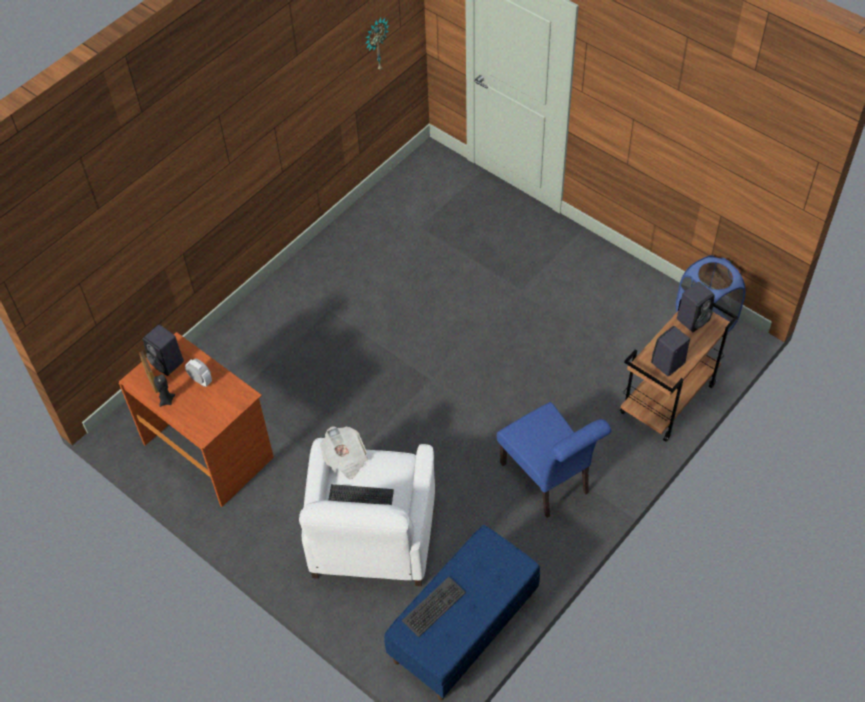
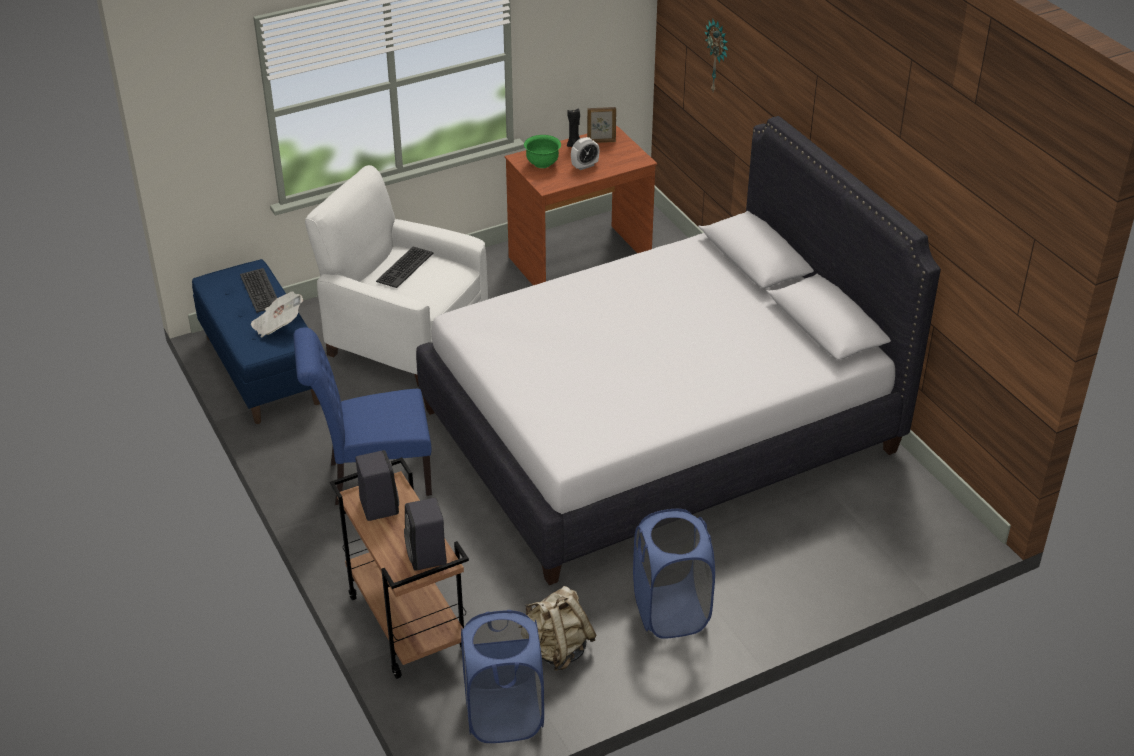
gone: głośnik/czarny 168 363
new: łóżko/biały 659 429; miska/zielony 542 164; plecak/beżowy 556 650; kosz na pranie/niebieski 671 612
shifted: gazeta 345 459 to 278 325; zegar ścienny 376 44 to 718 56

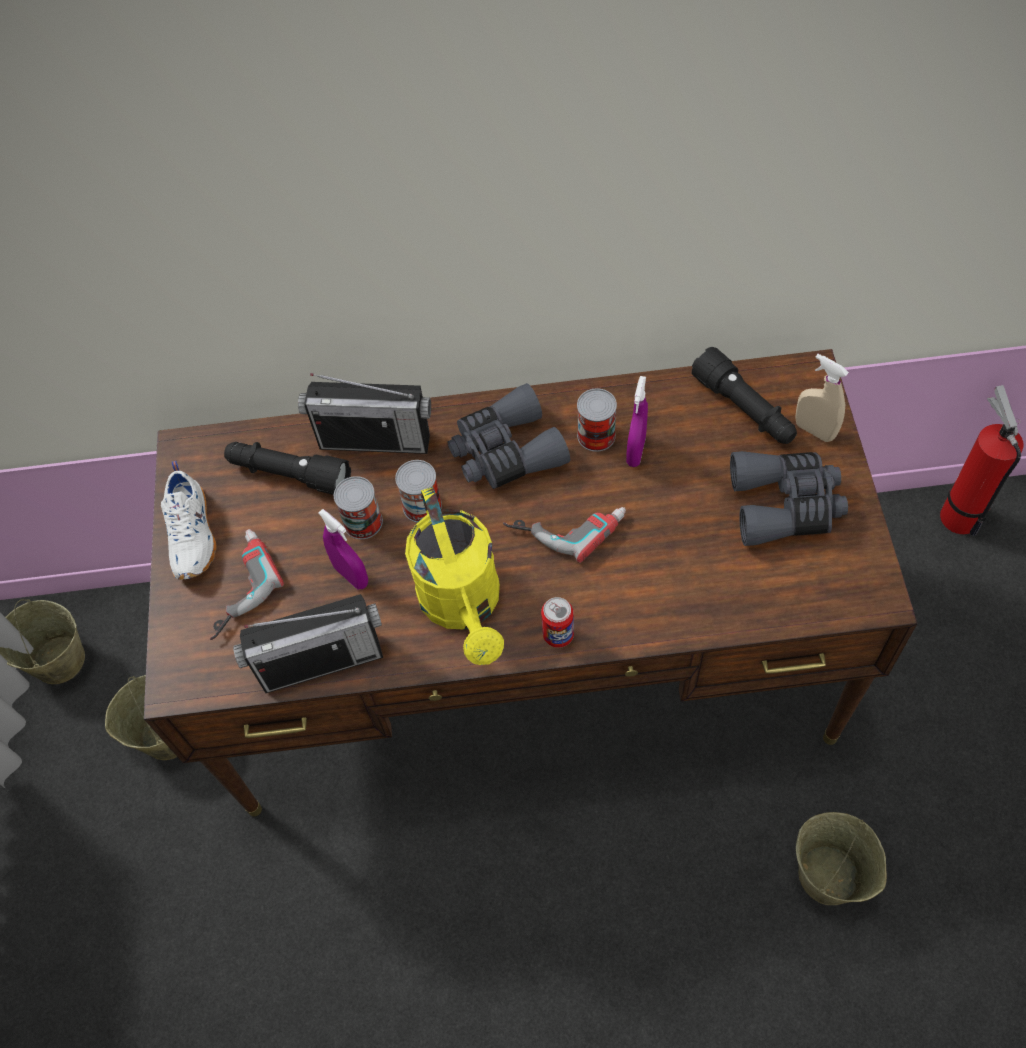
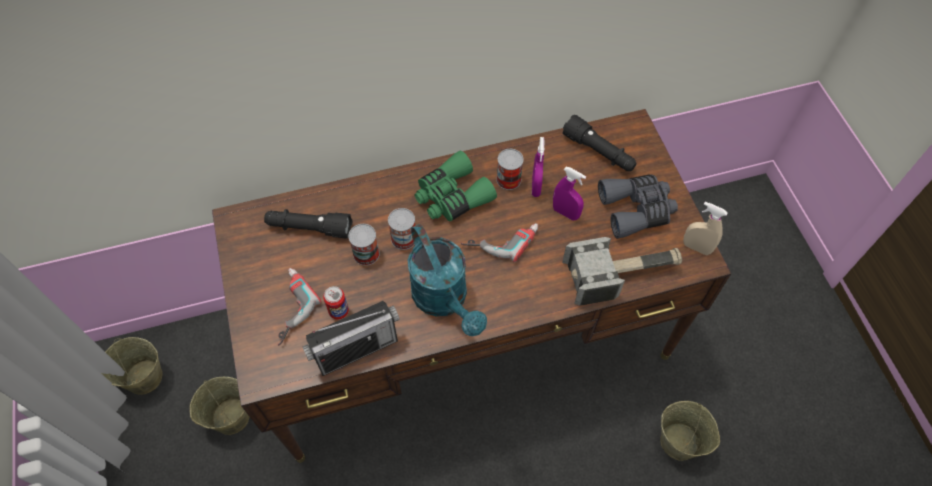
gone: but/biały 193 534; radio 375 440; gaśnica 958 512
new: młotek 622 274
shifted: spryskiwacz/fioletowy 351 575 to 565 213; puszka 558 635 to 338 311; spryskiwacz/beżowy 814 430 to 696 247
repainted: konewka/żółty 464 606 to konewka/turkusowy 445 300; lornetka/szary 505 451 to lornetka/zielony 452 196

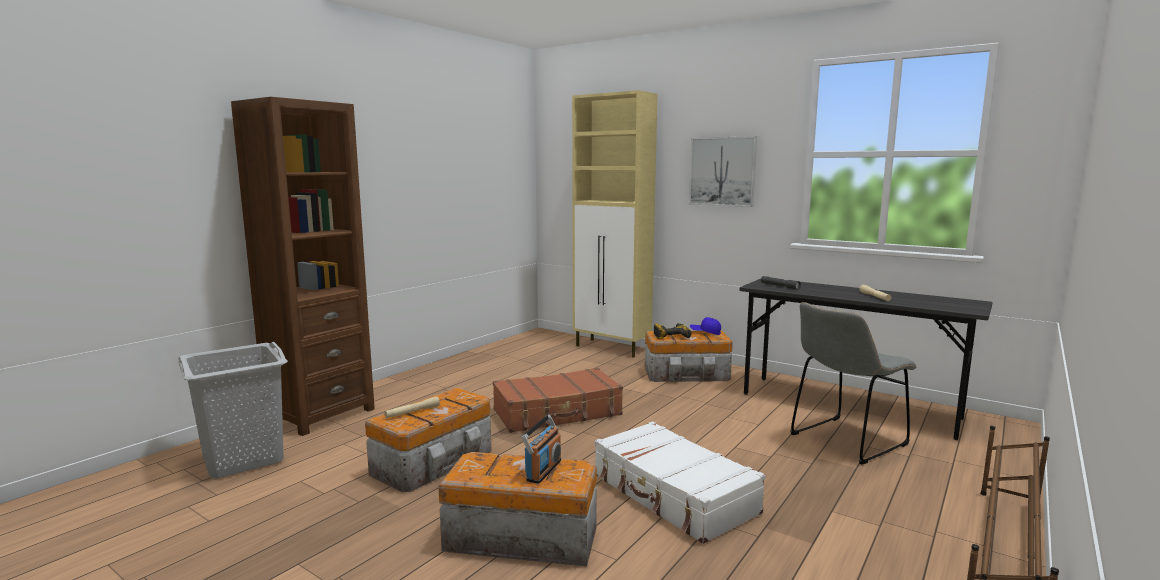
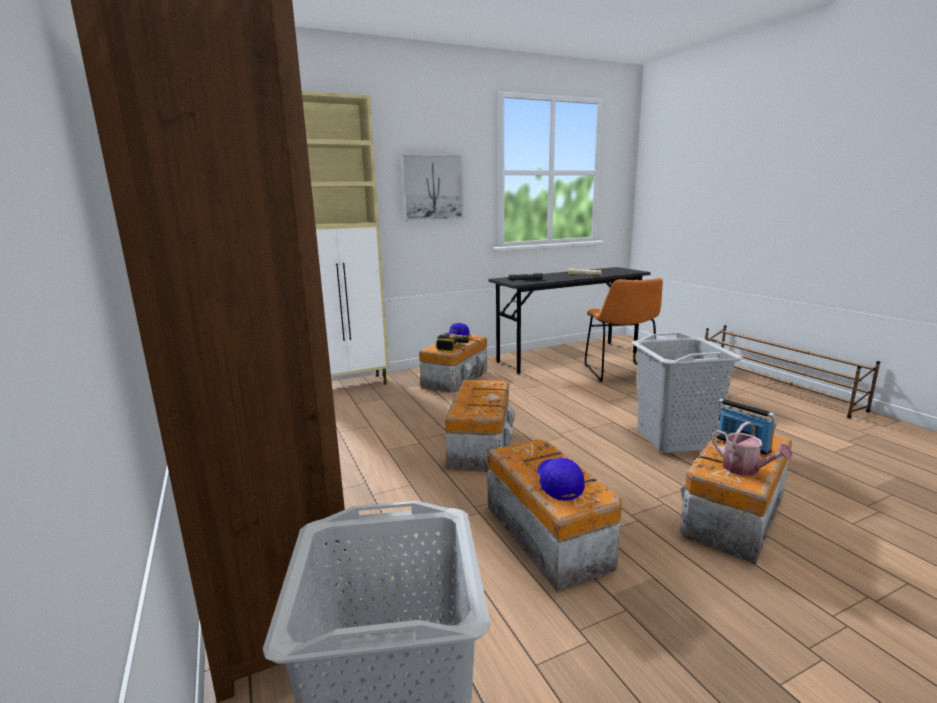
new: konewka 745 469
swapped: latarka/beżowy 412 412 to czapka z daszkiem/niebieski 558 485; walizka/brązowy 558 413 to pojemnik do przechowywania 481 444; walizka/biały 673 494 to kosz na pranie/szary 675 439
repainted: krzesło/szary 844 441 to krzesło/pomarańczowy 620 373

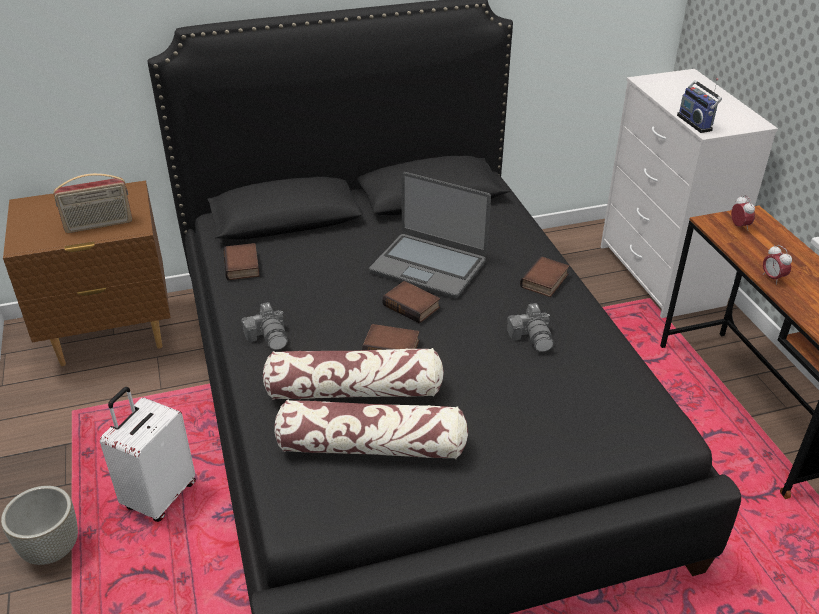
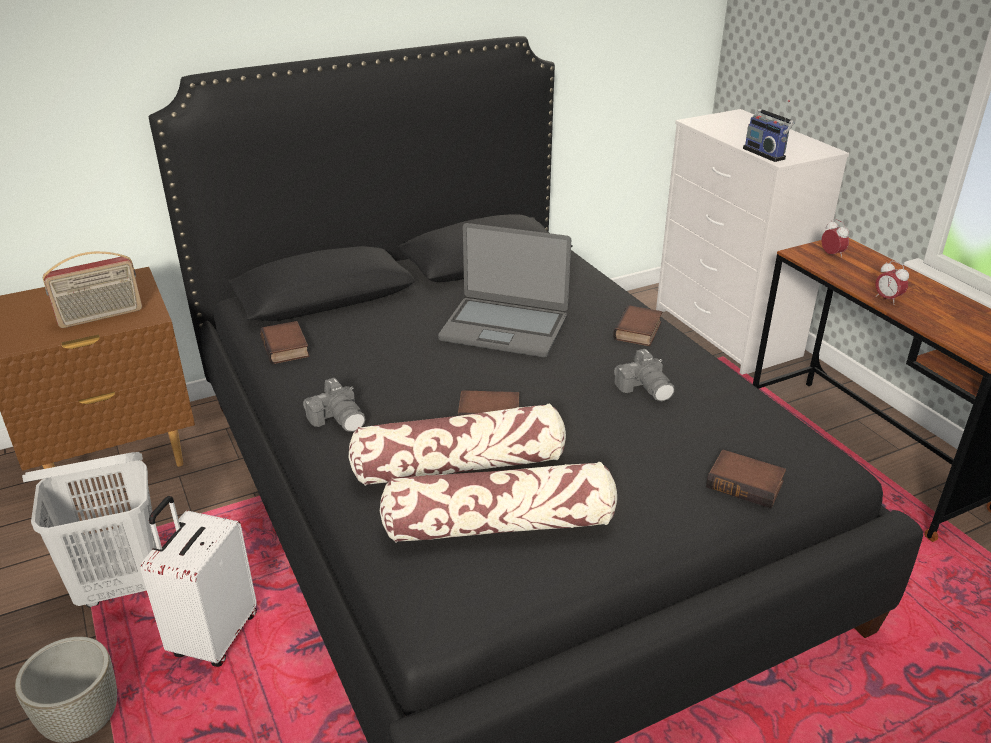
new: kosz na pranie/biały 122 585
shifted: książka 413 306 to 746 483

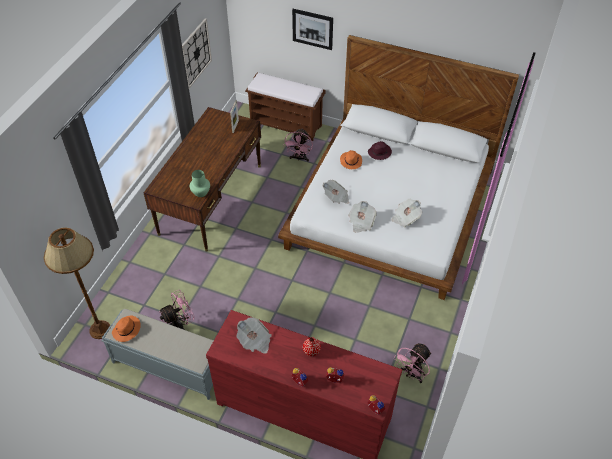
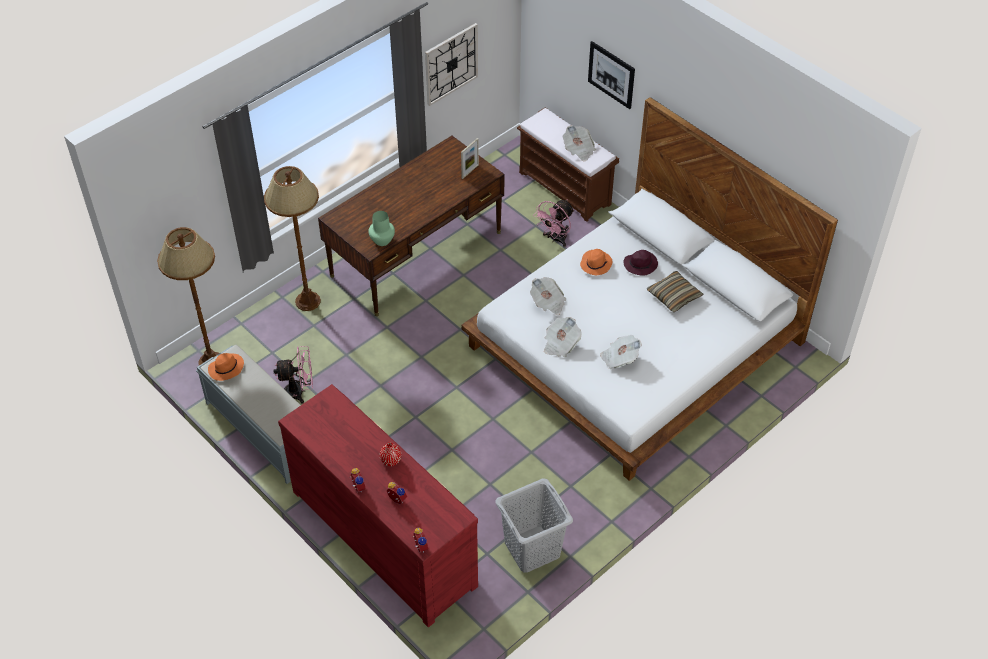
new: lampa stojąca/brązowy 308 301; poduszka 674 296
shifted: gazeta 255 341 to 578 150
swapped: wentylator/różowy 411 374 to kosz na pranie/szary 532 549

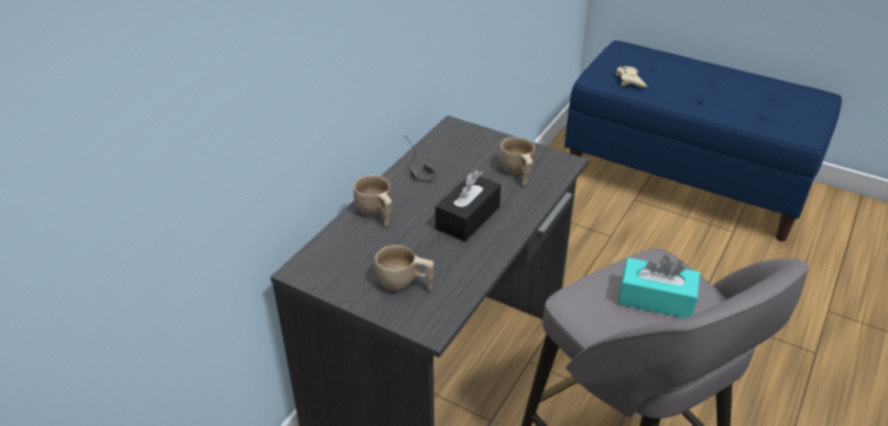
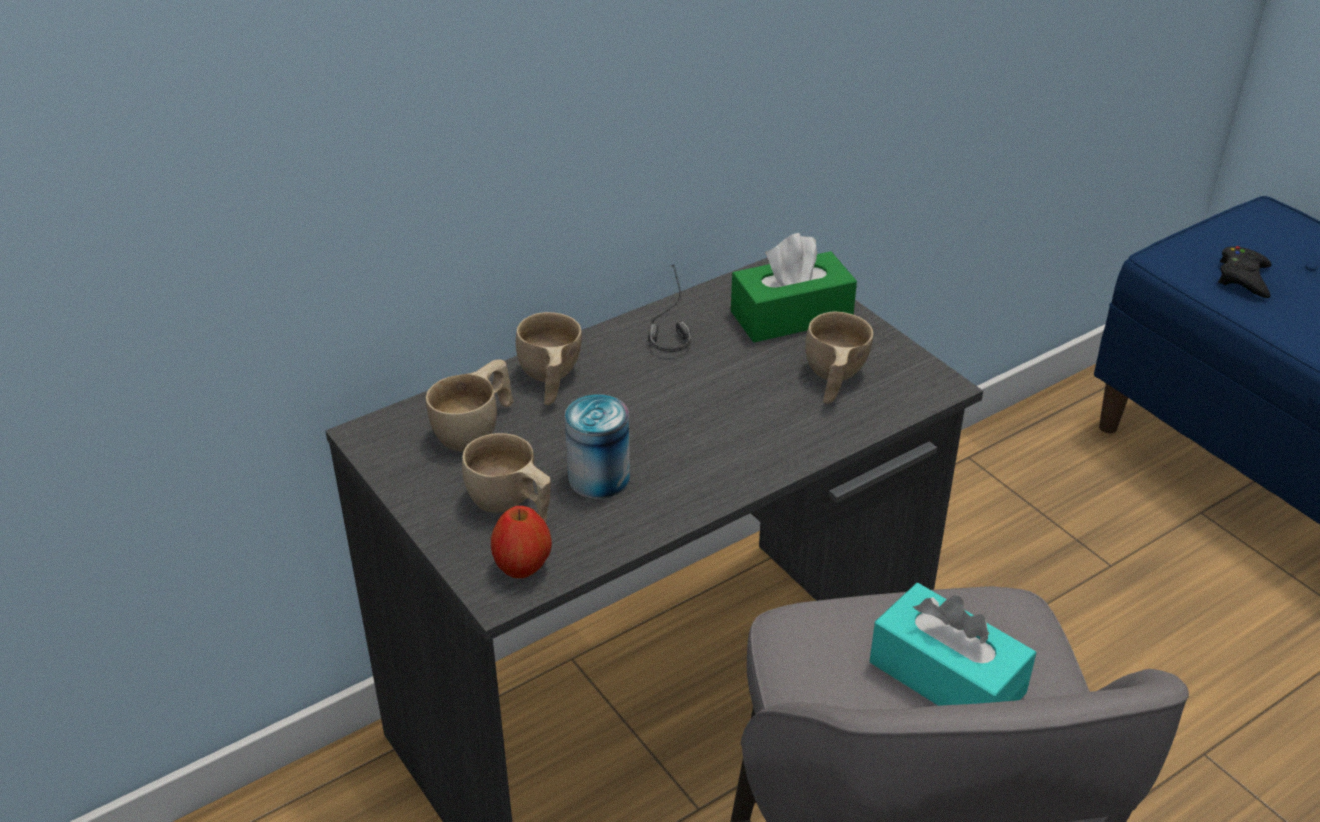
gone: pudełko chusteczek/czarny 468 218
new: filiżanka/beżowy 477 429; jabłko 522 567; puszka 599 478; pudełko chusteczek/zielony 791 316
repainted: pad do gier/beżowy 630 80 to pad do gier/czarny 1243 278

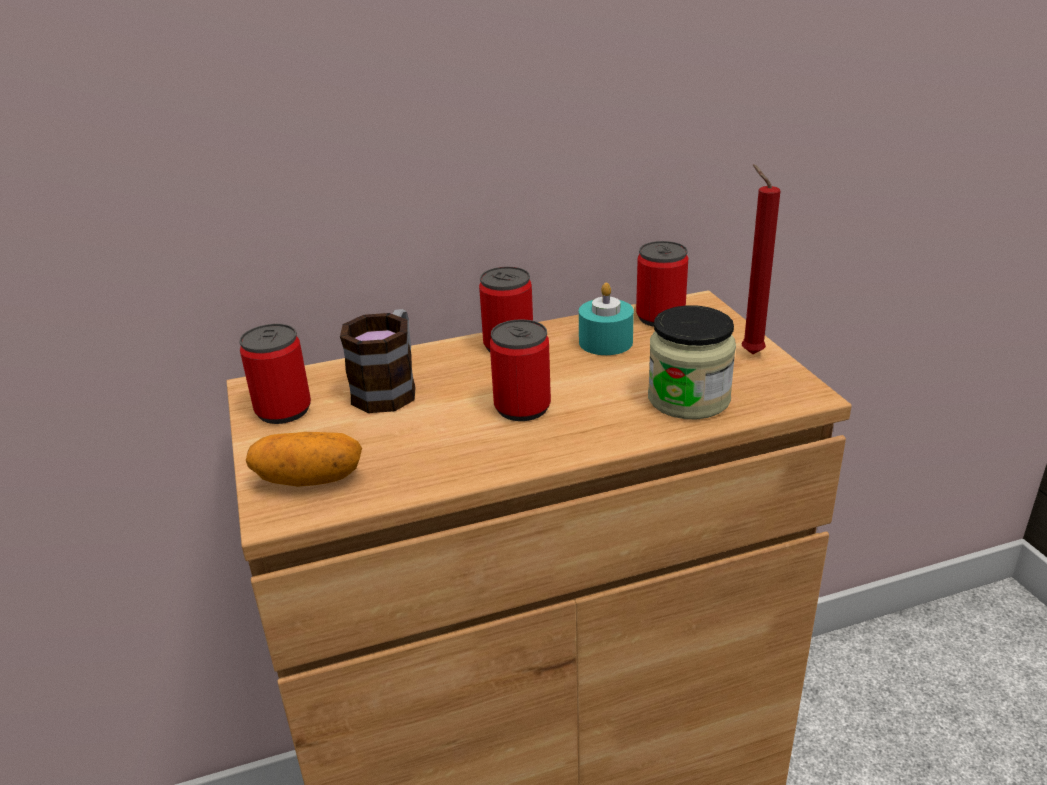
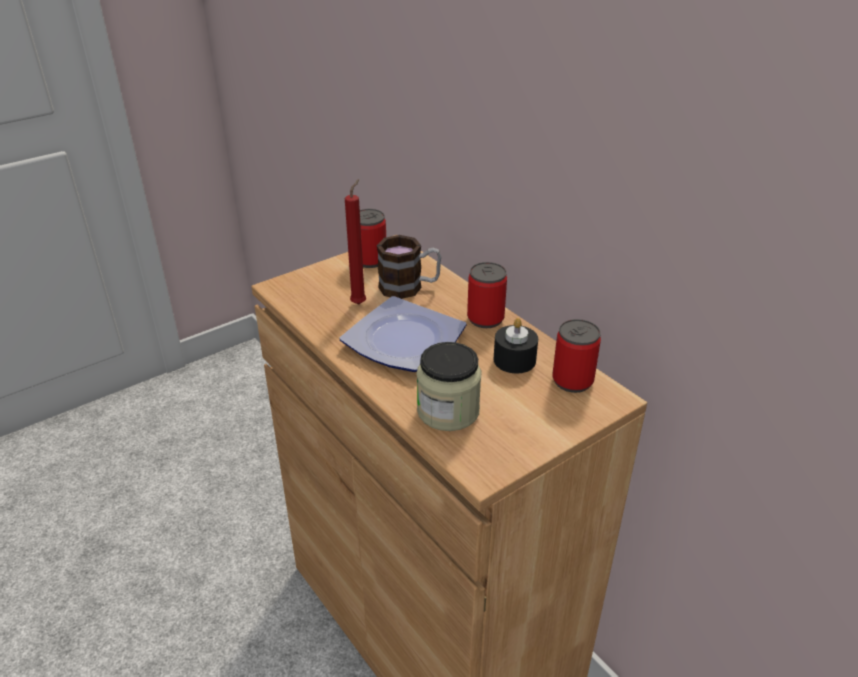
gone: ziemniak 309 479
shifted: świeca/czerwony 749 352 to 360 303
swapped: puszka 522 407 to talerz 406 340
repainted: świeca/turkusowy 605 342 to świeca/czarny 514 360

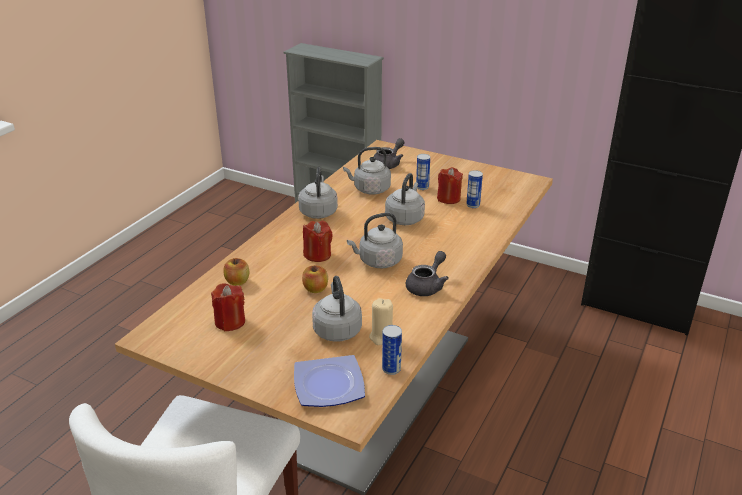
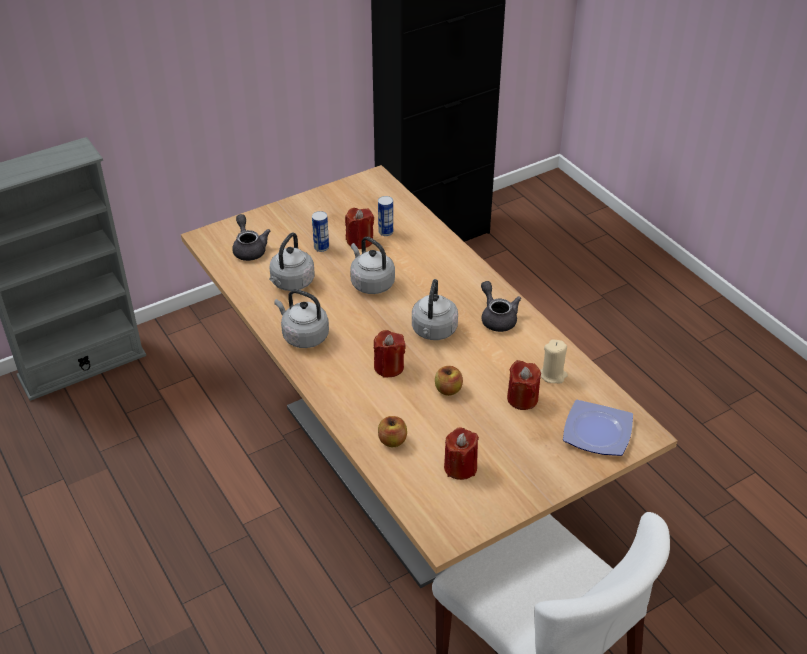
gone: puszka 391 369
swapped: czajnik/szary 337 329 to świeca/czerwony 522 398

